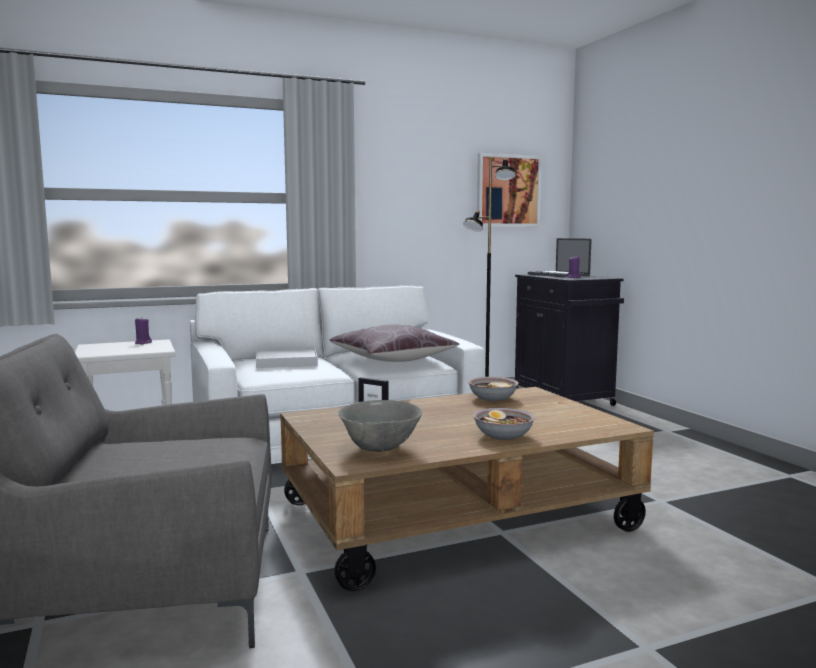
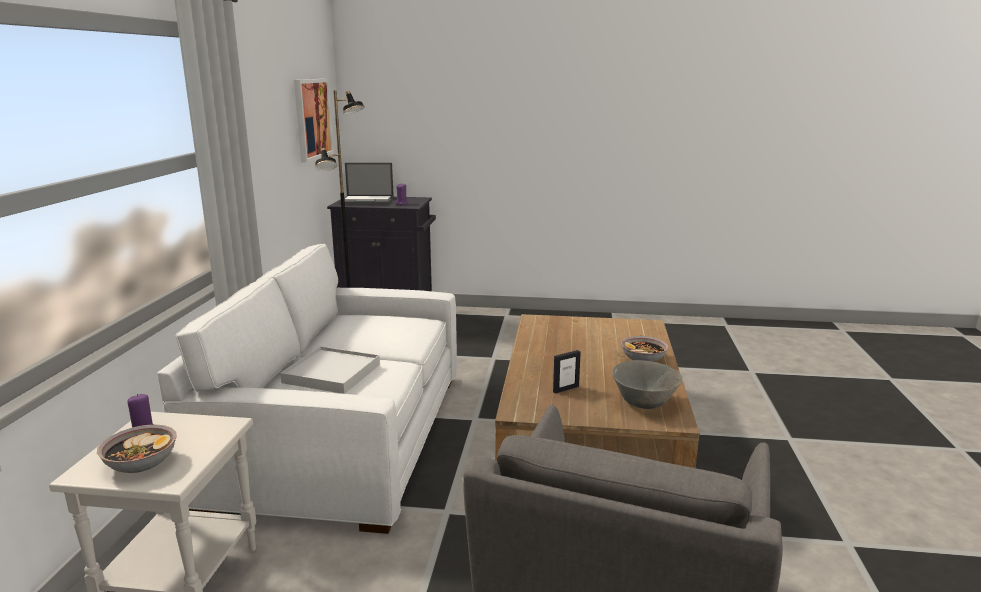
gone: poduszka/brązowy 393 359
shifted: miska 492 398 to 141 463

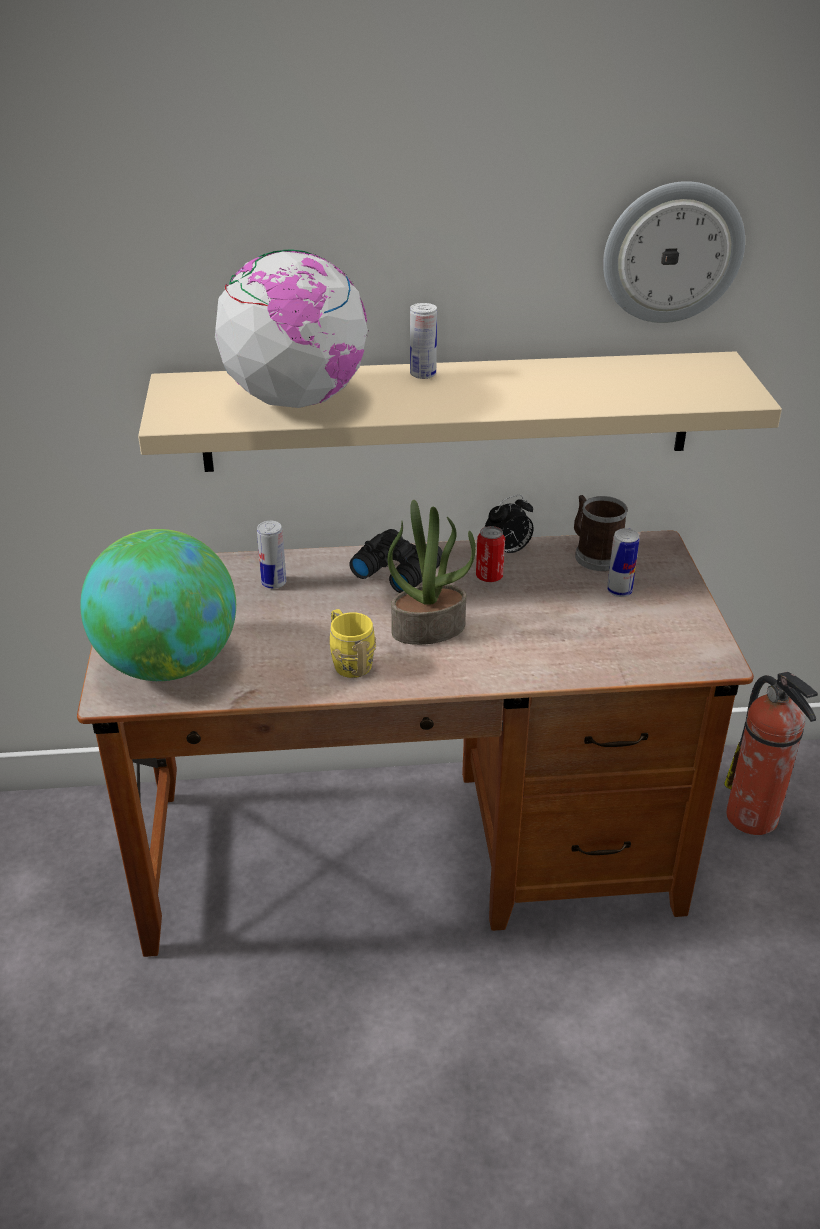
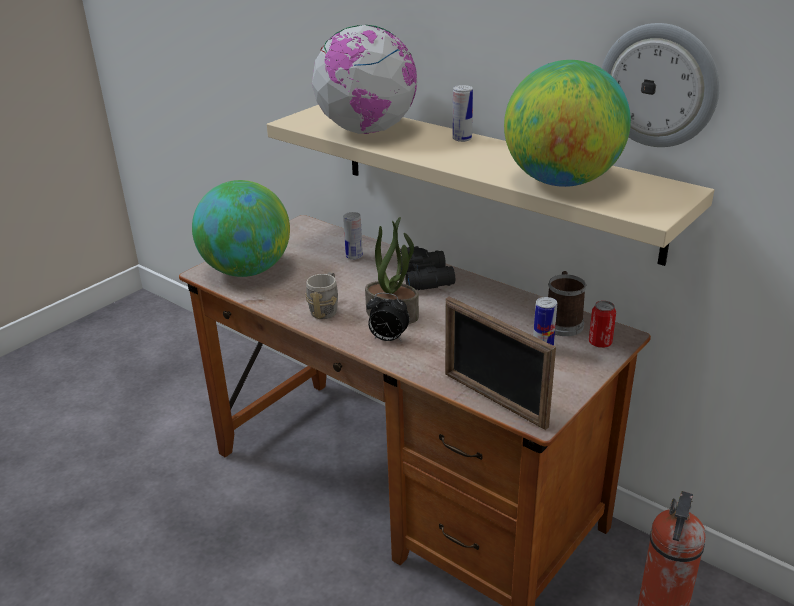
new: ramka na zdjęcie 493 400; globus 561 181
shifted: puszka 489 577 to 600 343; budzik 508 551 to 388 339
repainted: kubek/żółty 349 661 to kubek/szary 326 309

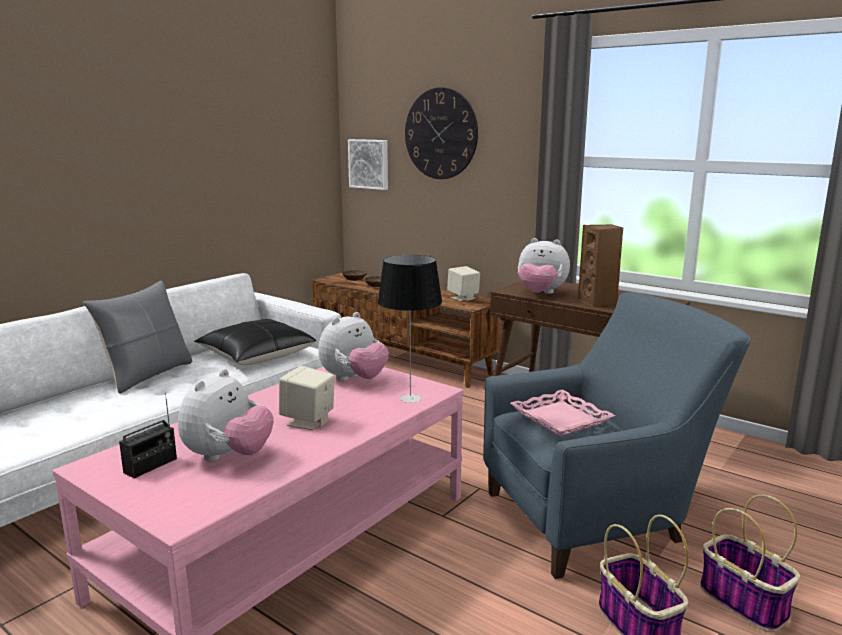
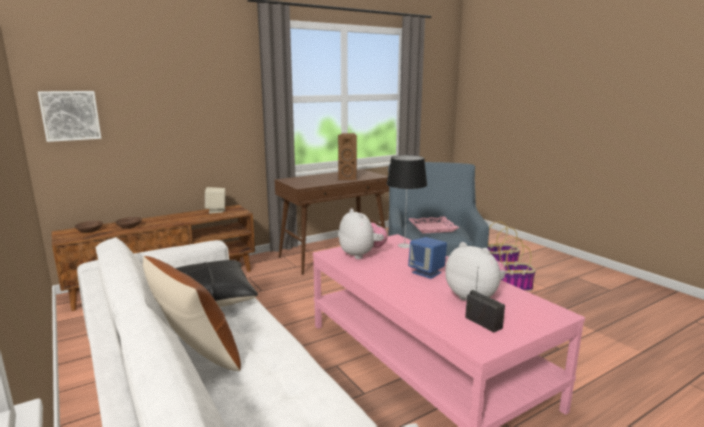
gone: zegar ścienny 441 134; pluszak 540 294
repainted: poduszka/szary 147 375 to poduszka/brązowy 196 355; głośnik/beżowy 308 421 to głośnik/niebieski 427 272

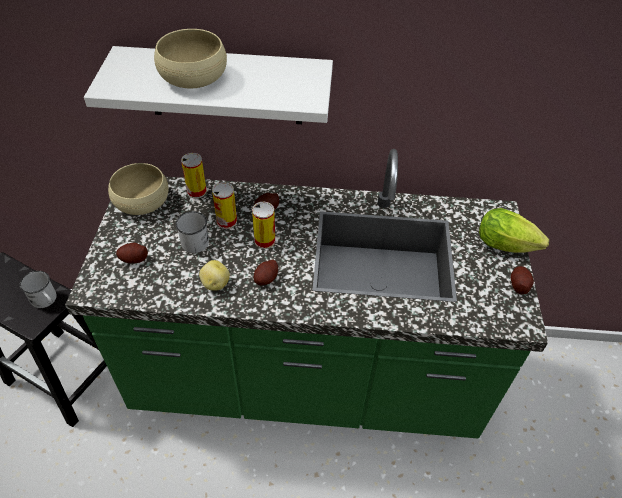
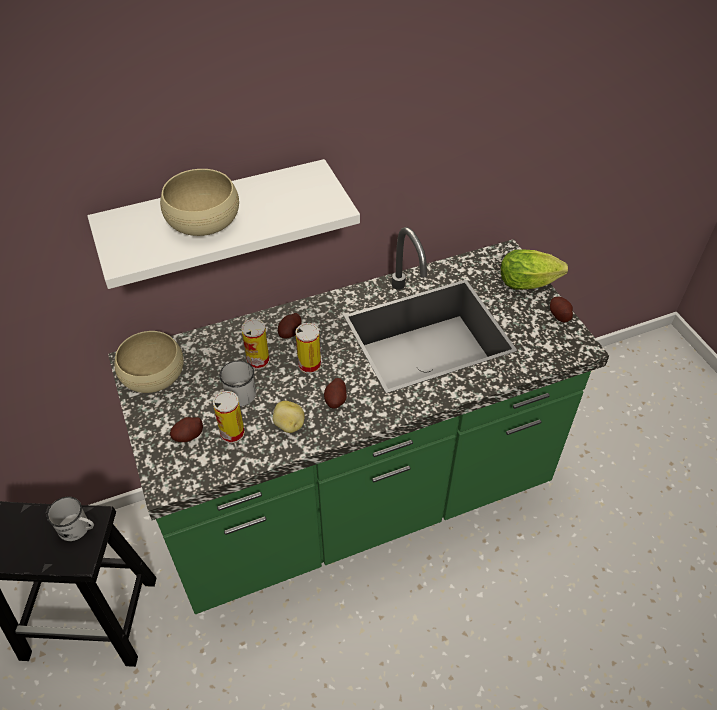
shifted: puszka 197 191 to 232 433

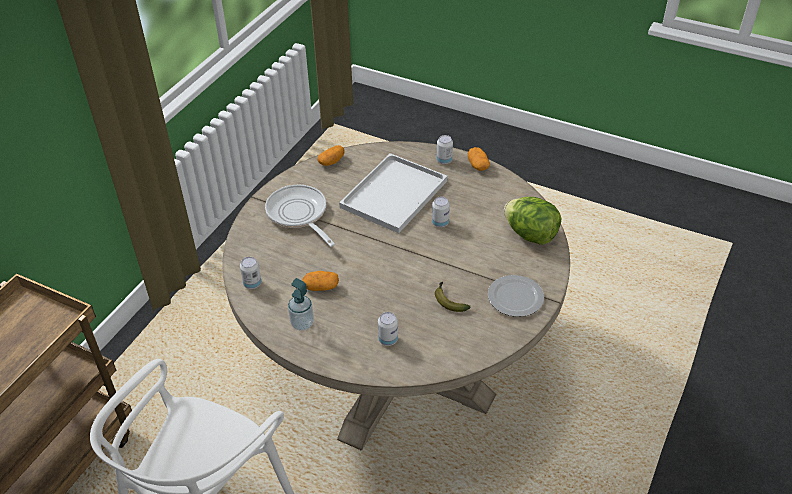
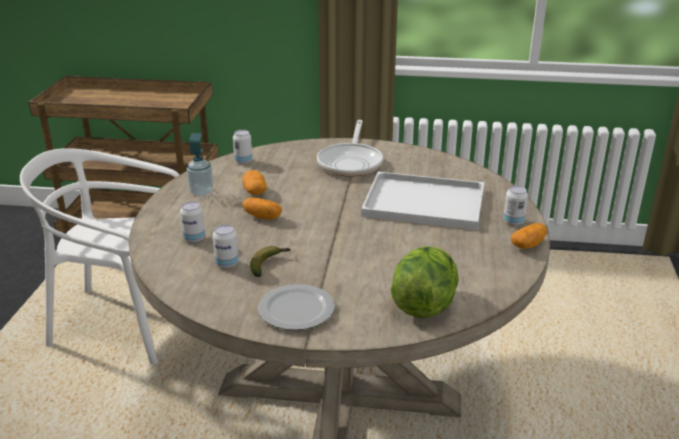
shifted: ziemniak 331 161 to 262 217; puszka 440 223 to 227 263
rotated: patelnia 299 215 = 351 162 150 degrees clockwise

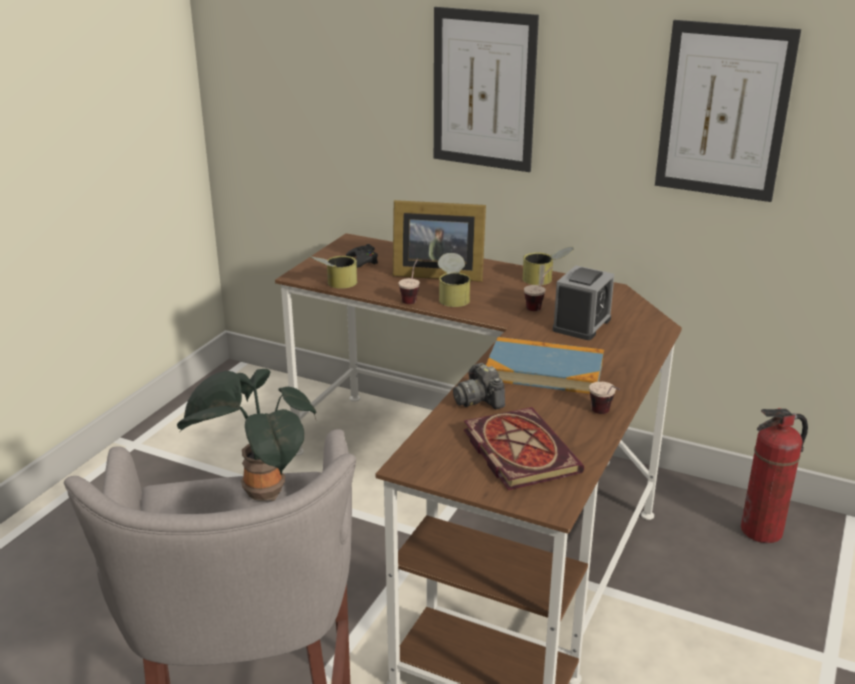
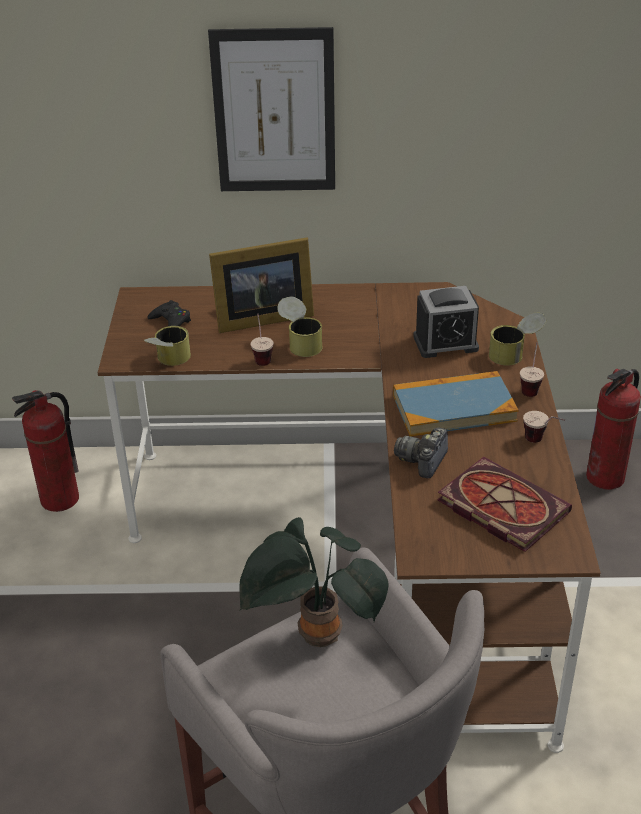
gone: obraz 723 111
new: gaśnica 60 500
shifted: puszka 546 280 to 515 354; filiżanka 538 305 to 530 386
rotated: aparat fotograficzny 479 399 = 423 460 75 degrees clockwise; budzik 581 324 = 445 343 75 degrees clockwise

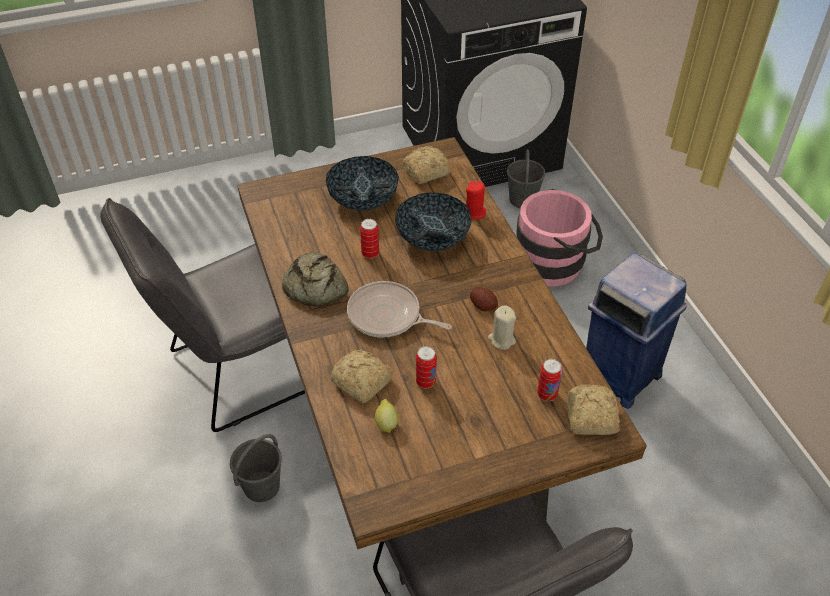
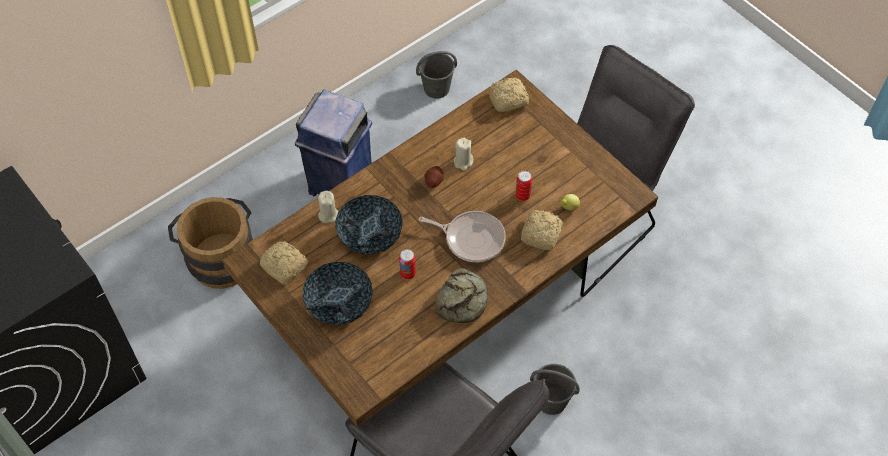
gone: puszka 547 394
shifted: wiadro/szary 522 200 to 437 88
repainted: świeca/czerwony 474 213 to świeca/beżowy 328 214; wiadro/różowy 555 263 to wiadro/brązowy 220 256
rotated: patelnia 387 316 = 471 238 75 degrees counterclockwise

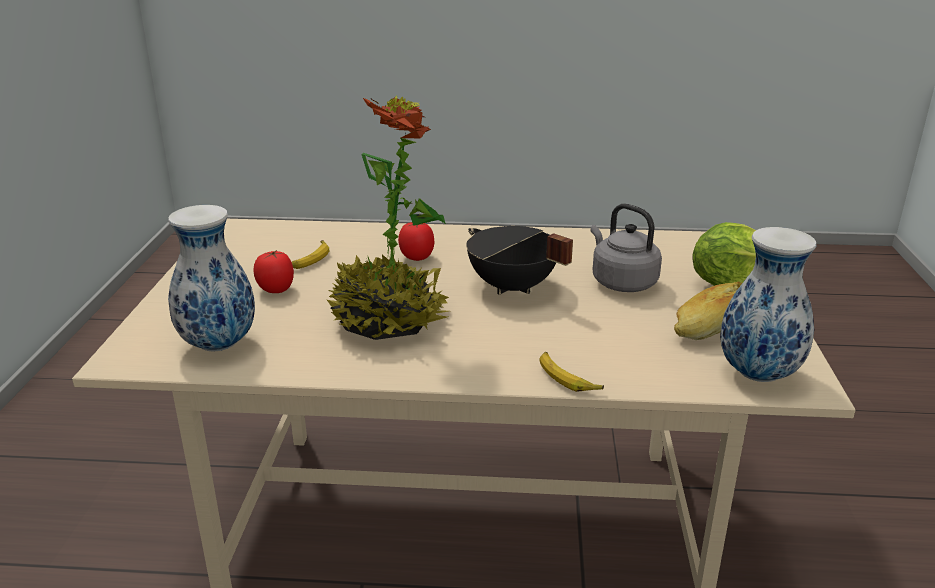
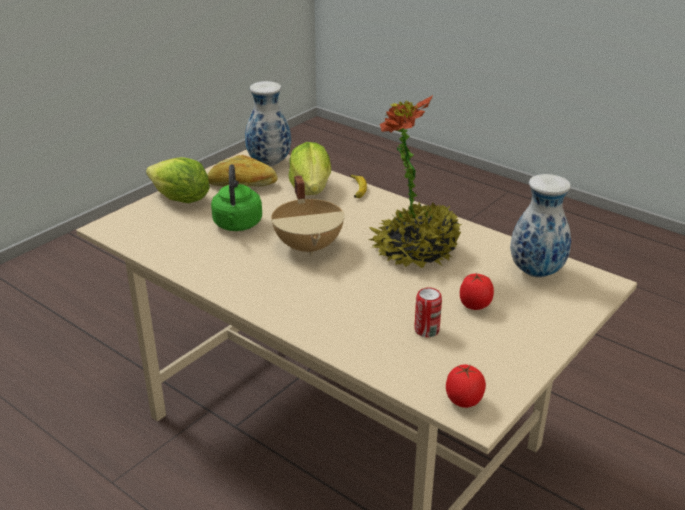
new: sałata 311 189
shifted: pomidor 416 257 to 463 402
swapped: banan 310 259 to puszka 426 330
repainted: garnek/czarny 511 287 to garnek/beżowy 309 246; czajnik/szary 621 282 to czajnik/zielony 237 225

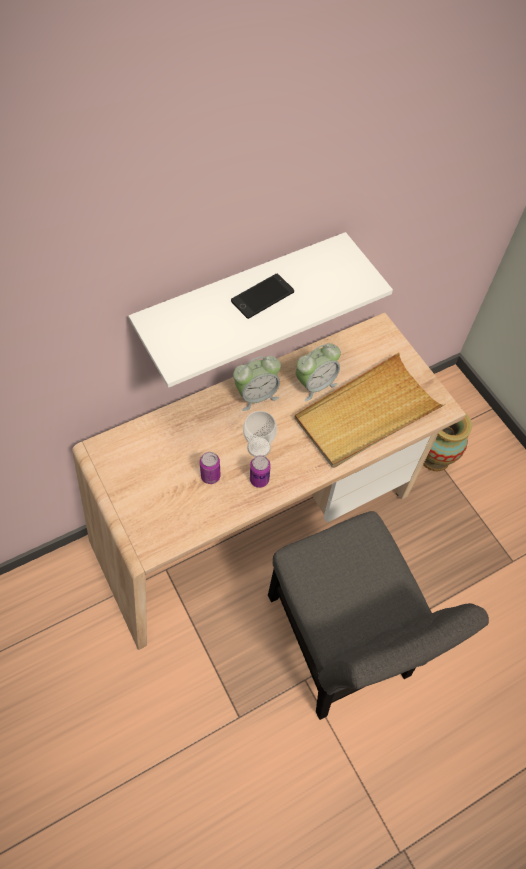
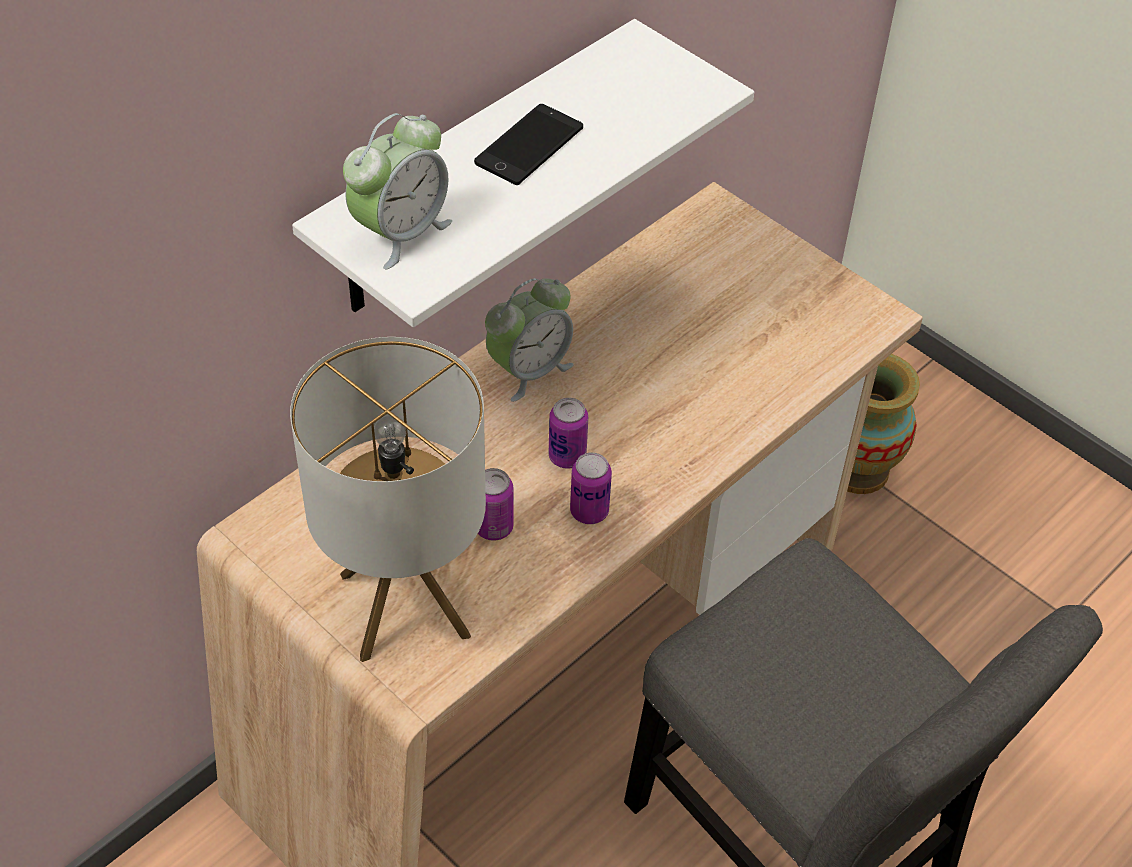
gone: taca/beżowy 366 414
new: lampa stołowa 403 605
shifted: budzik 315 384 to 400 233
swapped: filiżanka 259 447 to puszka 567 456

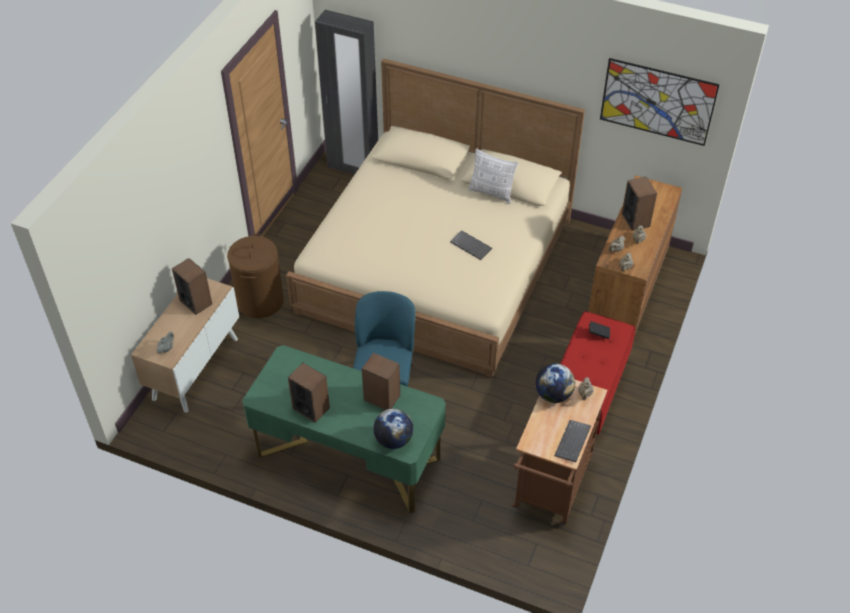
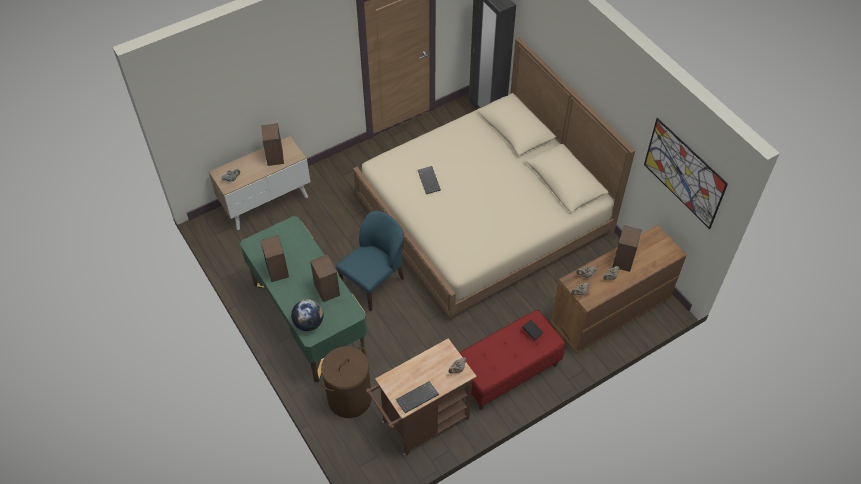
gone: poduszka 491 193; globus 553 395
shifted: kosz na pranie/brązowy 260 301 to 349 398; klawiatura 471 246 to 429 181

